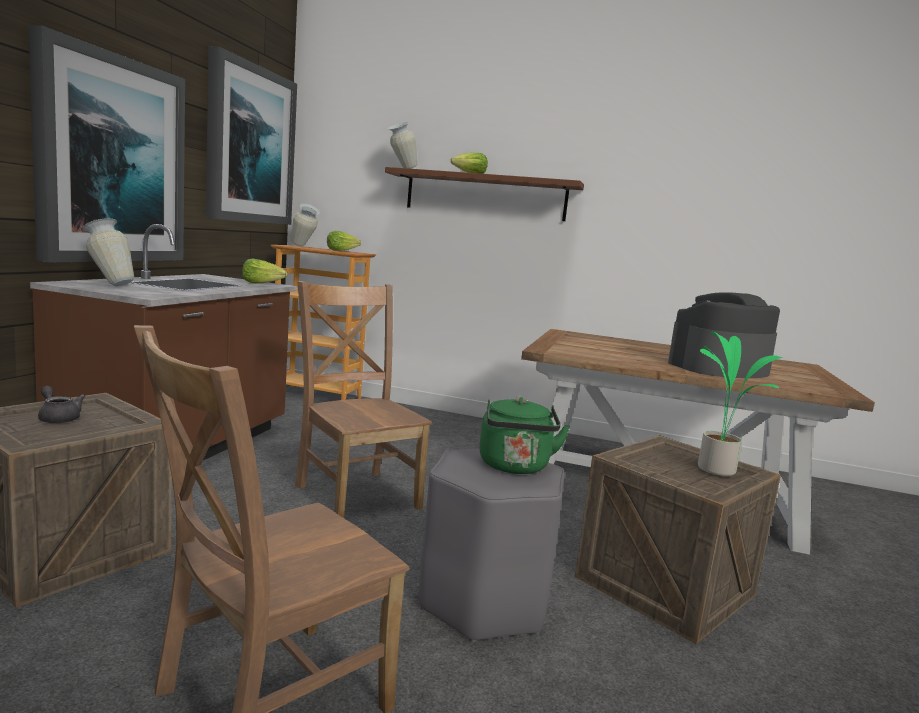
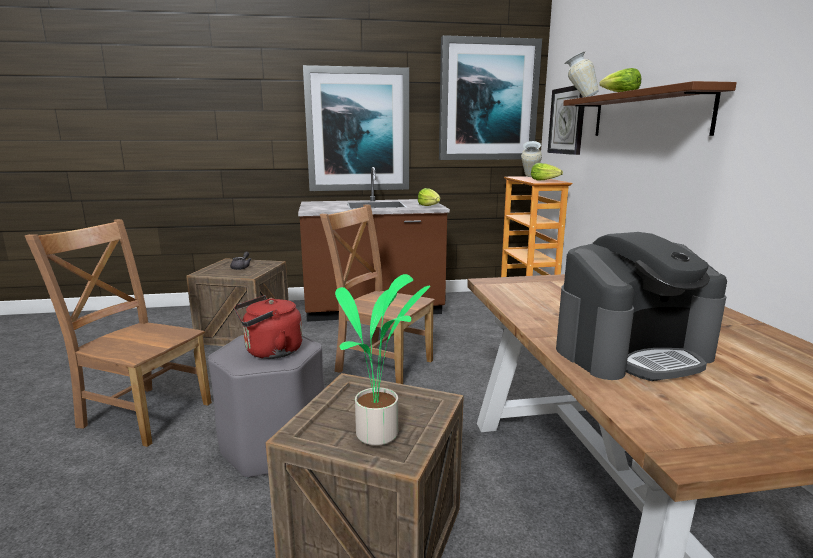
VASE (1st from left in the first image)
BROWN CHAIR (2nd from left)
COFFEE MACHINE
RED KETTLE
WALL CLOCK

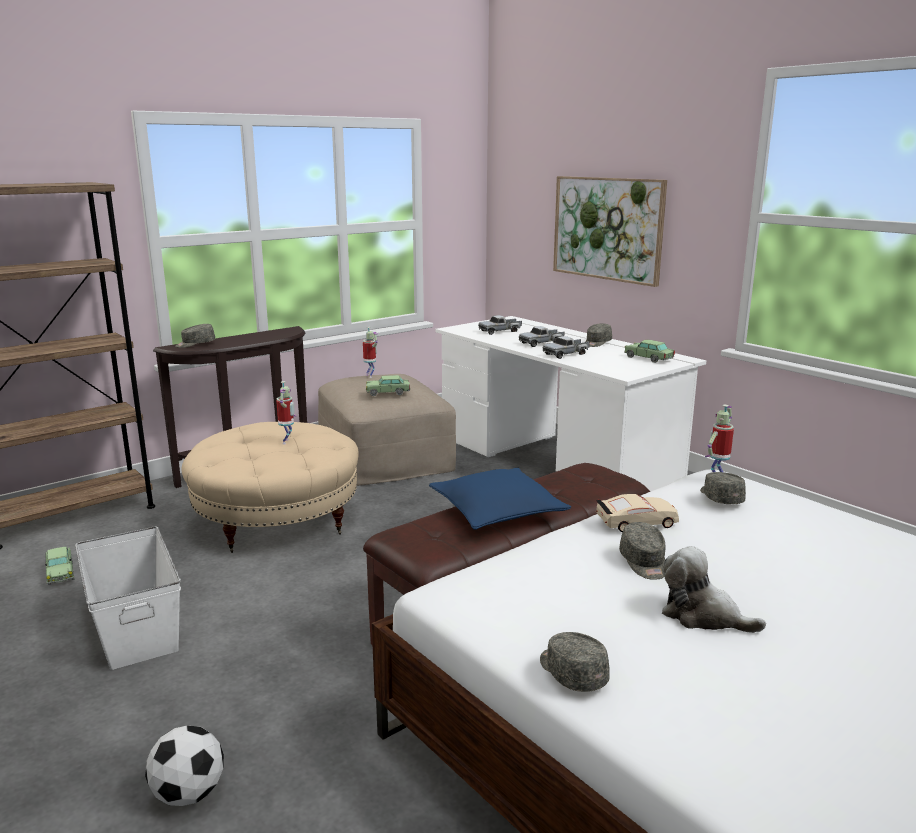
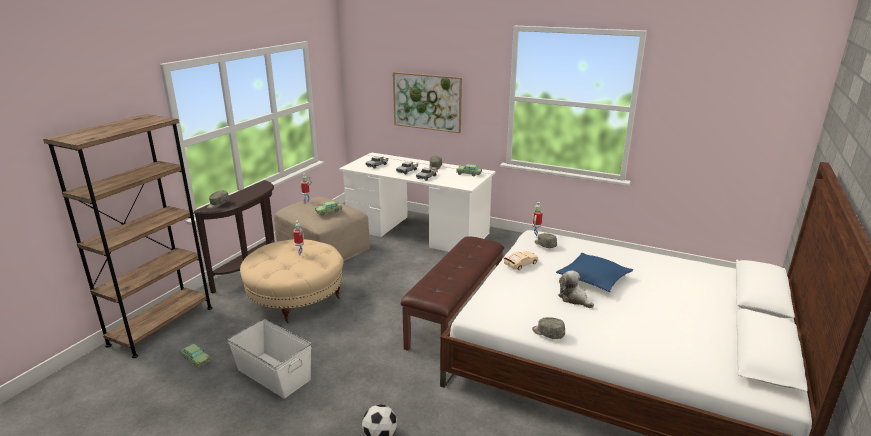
BLUE PILLOW
GREY CAP (4th from left in the first image)
PLUSH TOY

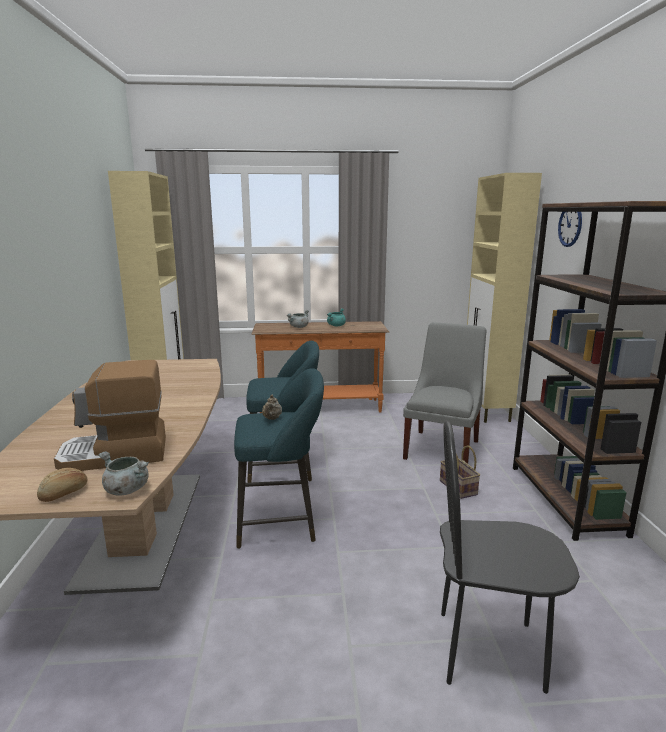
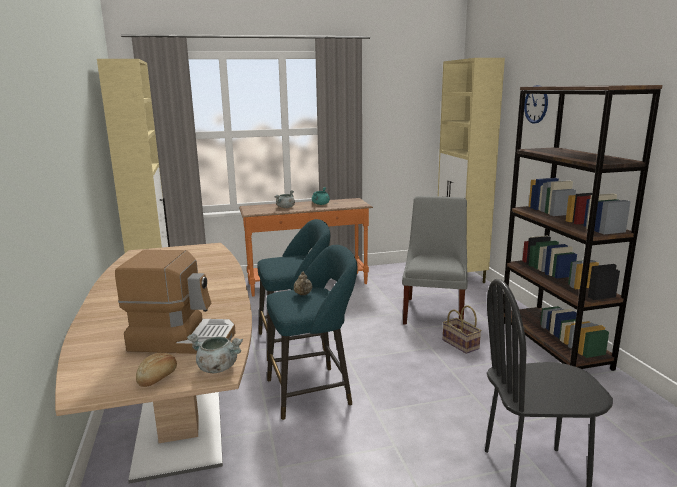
COFFEE MACHINE

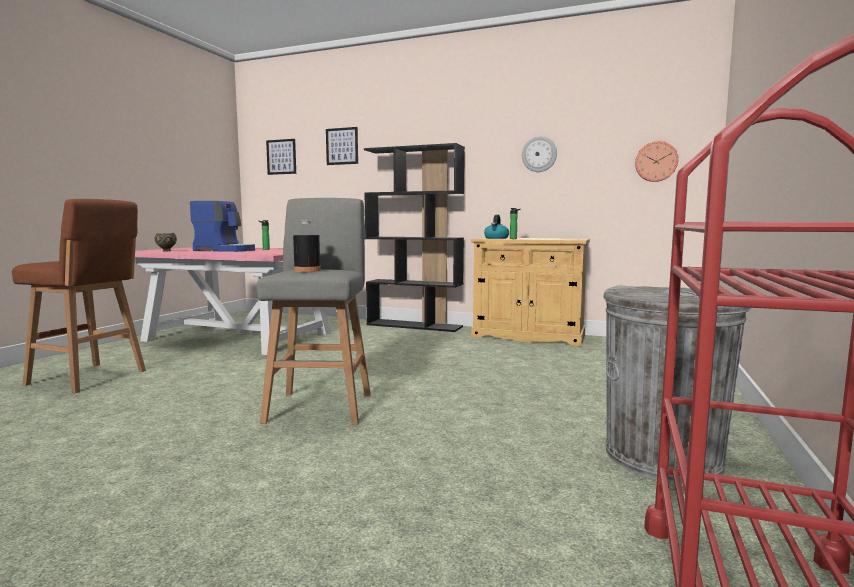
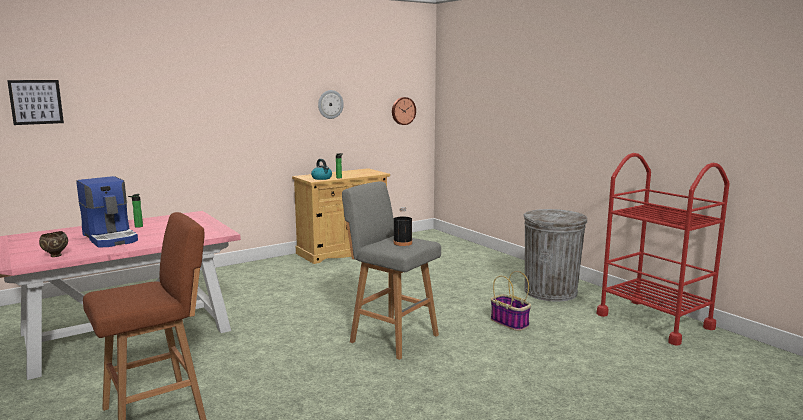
PICTURE (2nd from left in the first image)
BLACK BOOKCASE
COFFEE MACHINE
BASKET

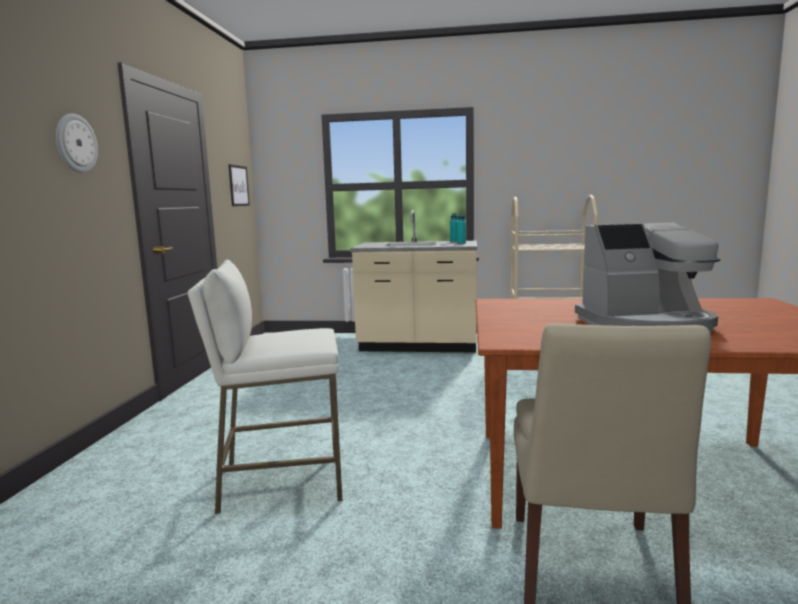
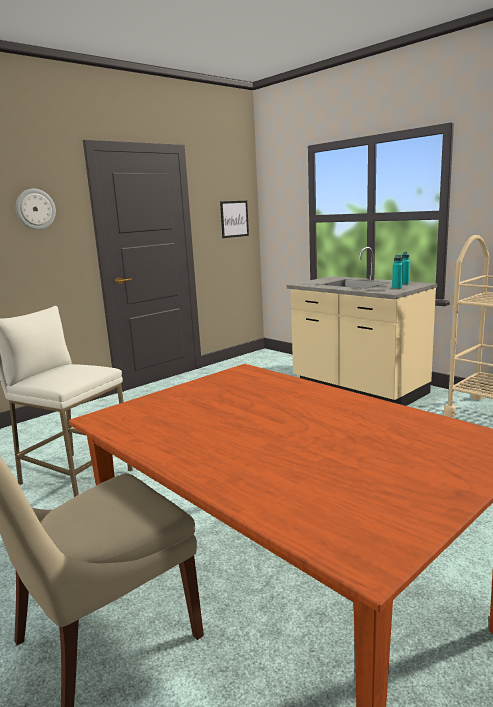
COFFEE MACHINE

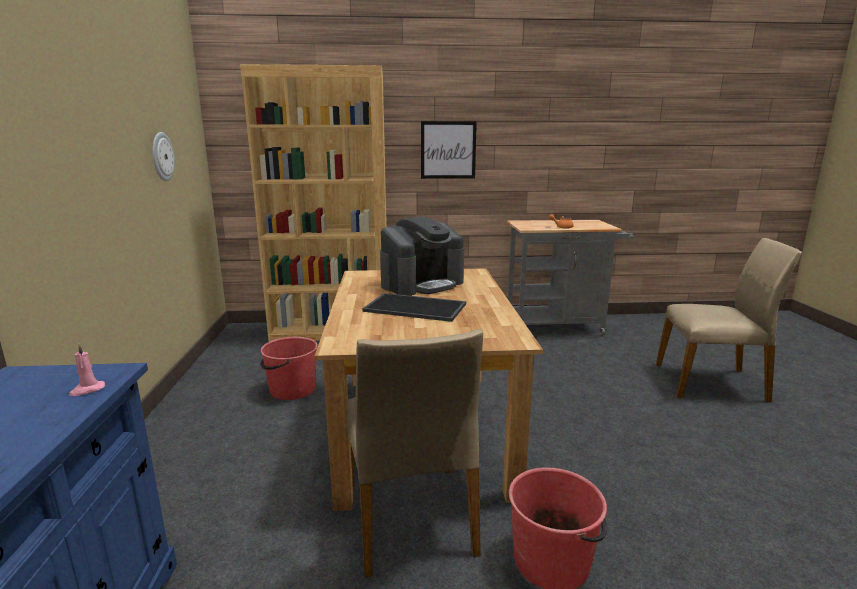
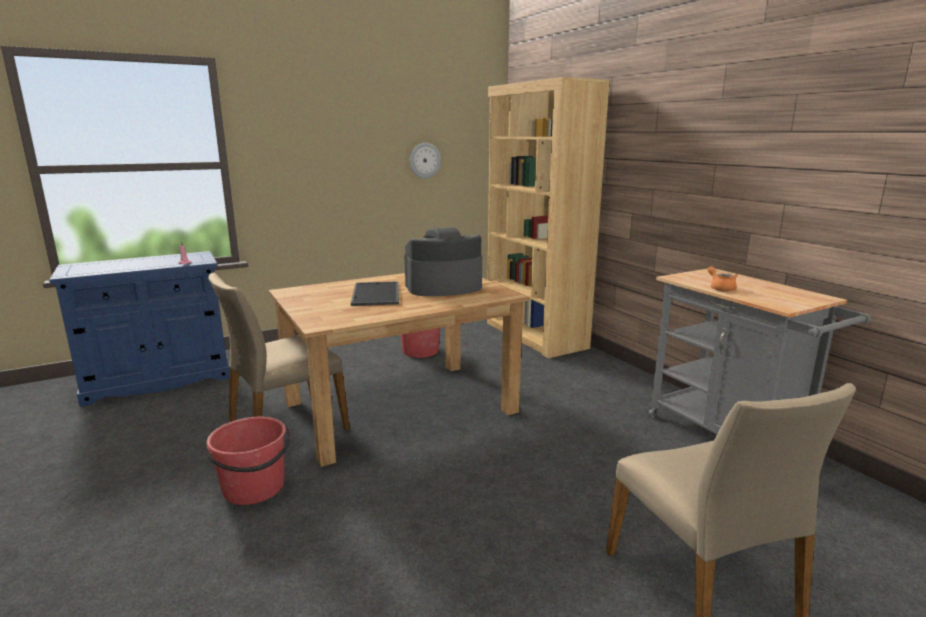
PICTURE
COFFEE MACHINE

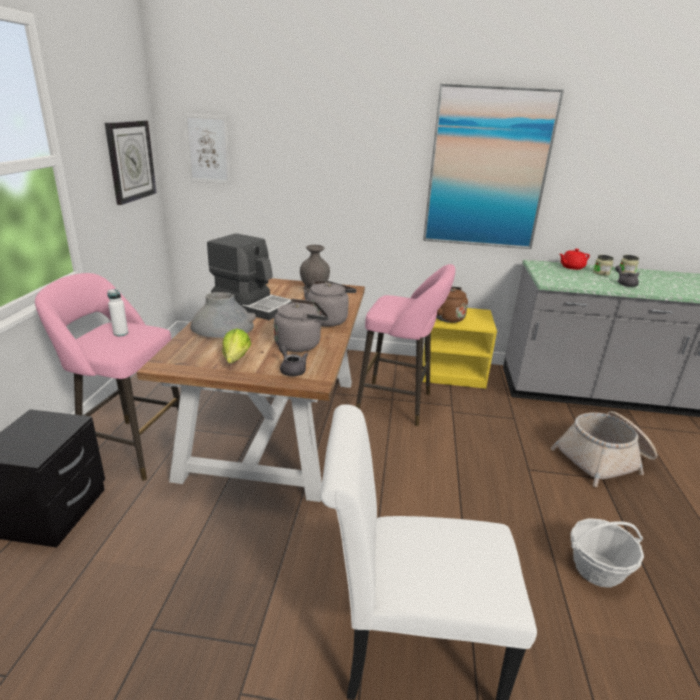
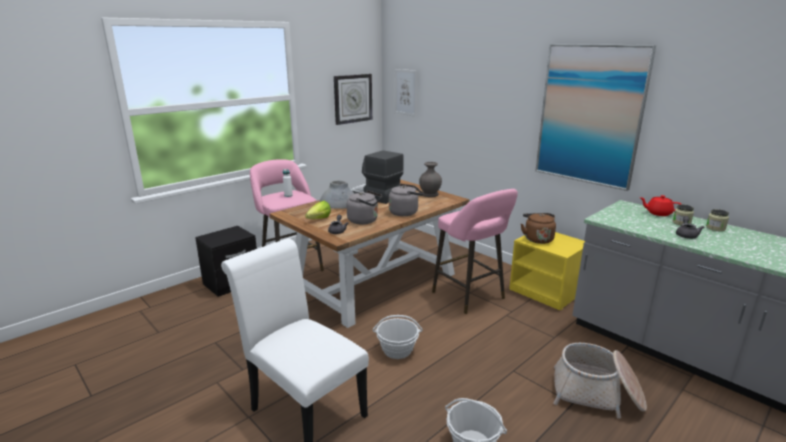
COFFEE MACHINE
BASKET (1st from left)

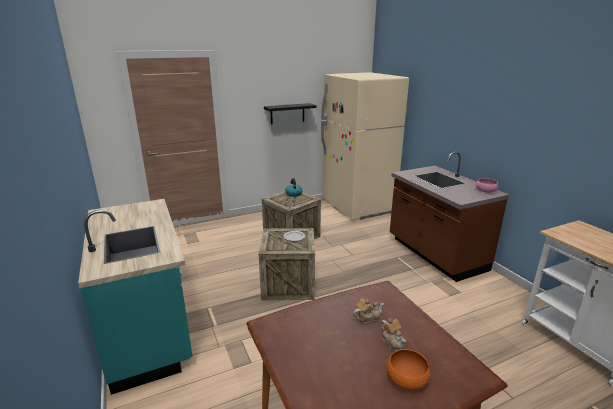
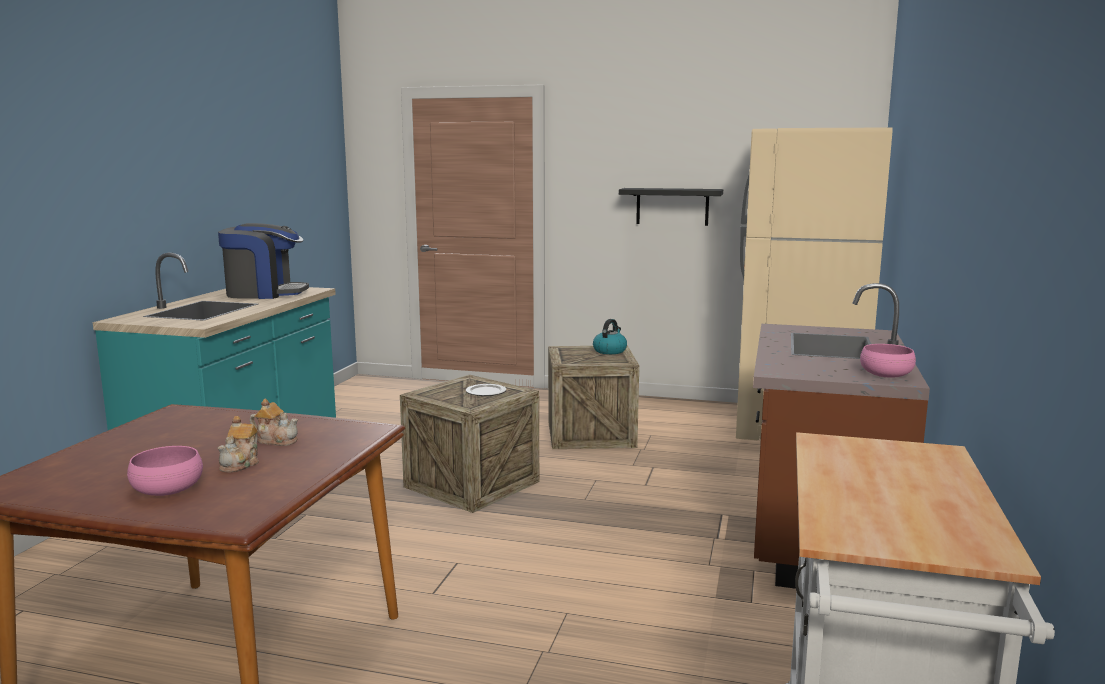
PINK BOWL (1st from left)
COFFEE MACHINE

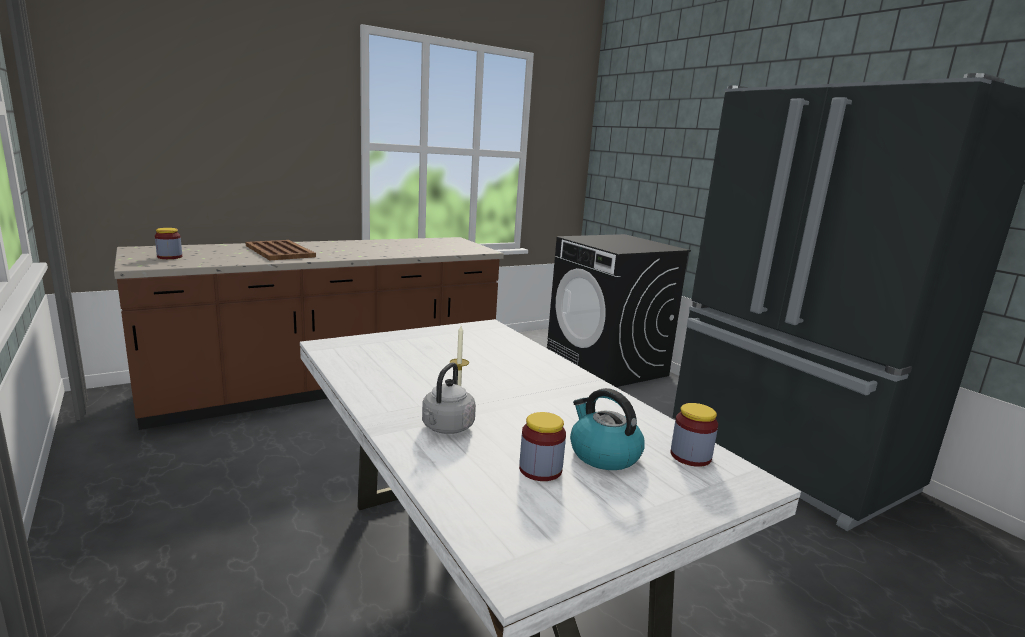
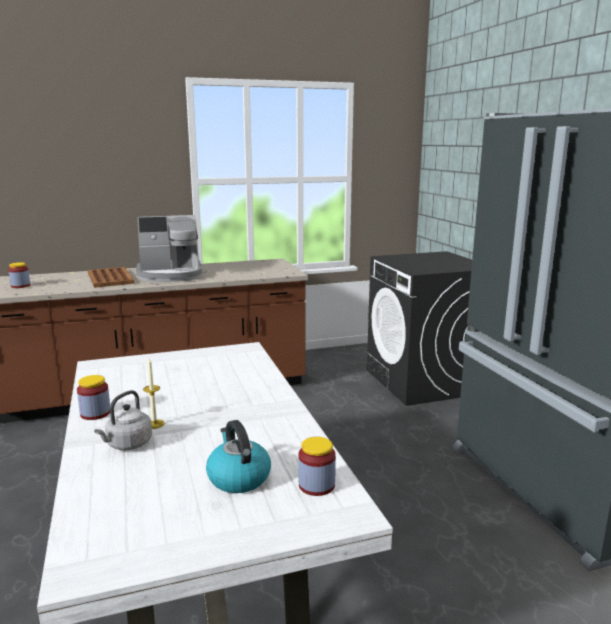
JAR (2nd from left)
COFFEE MACHINE

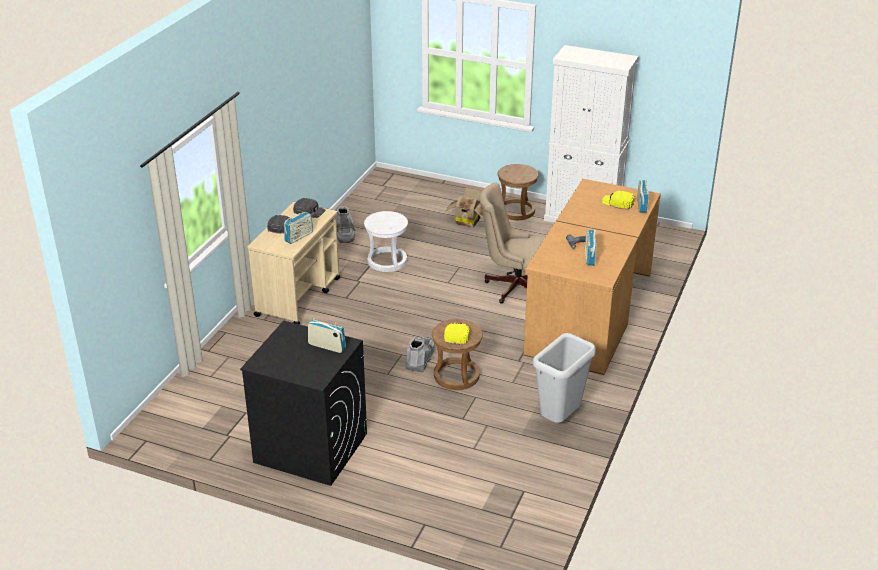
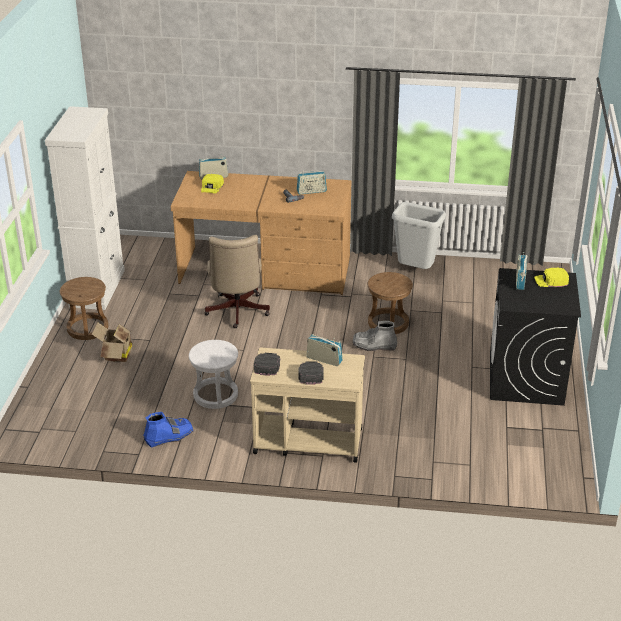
BLUE BOOT
YELLOW CAP (2nd from left)

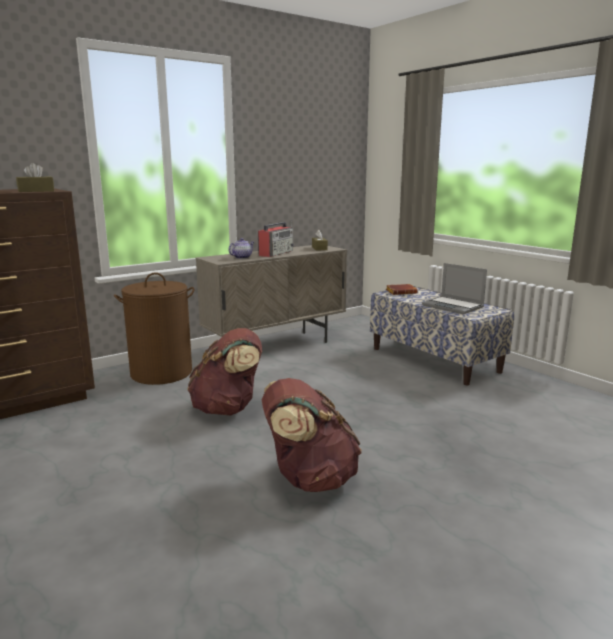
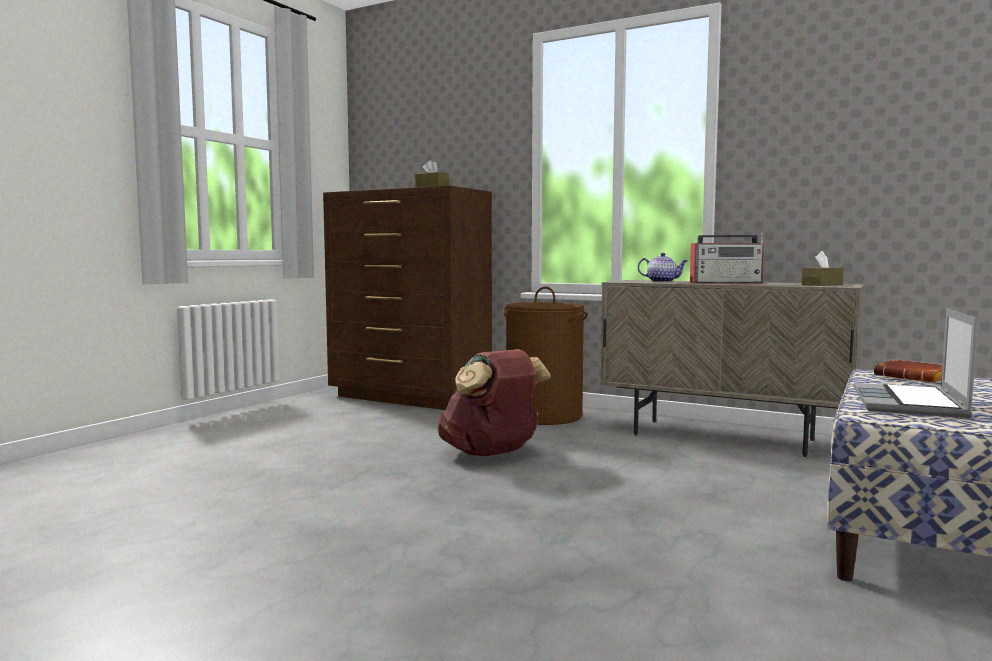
BROWN BACKPACK (2nd from left in the first image)

